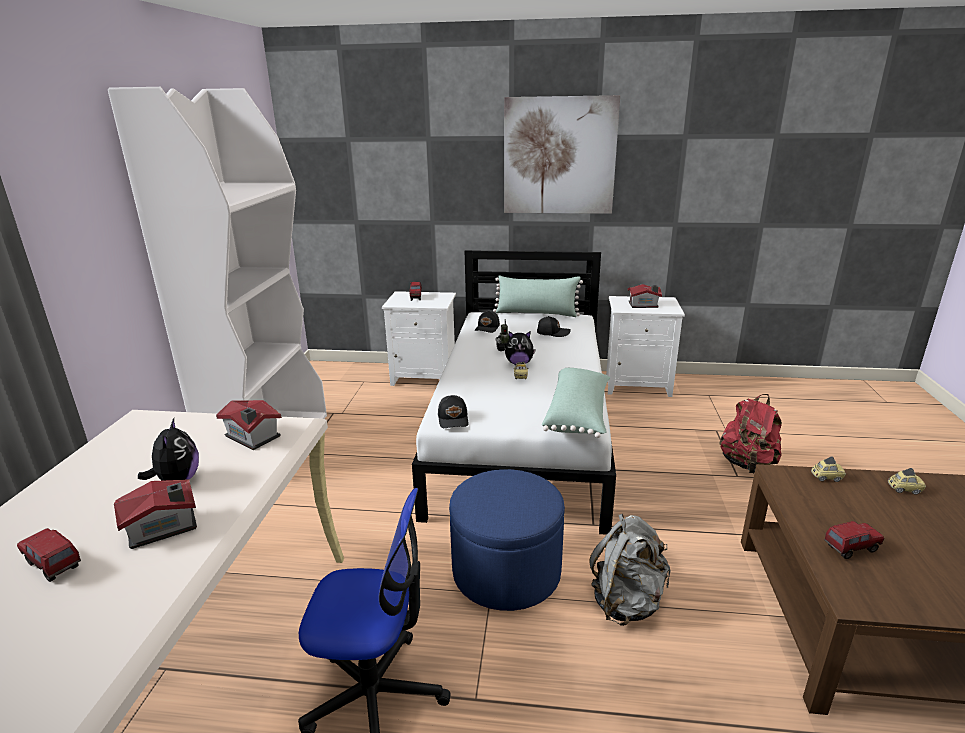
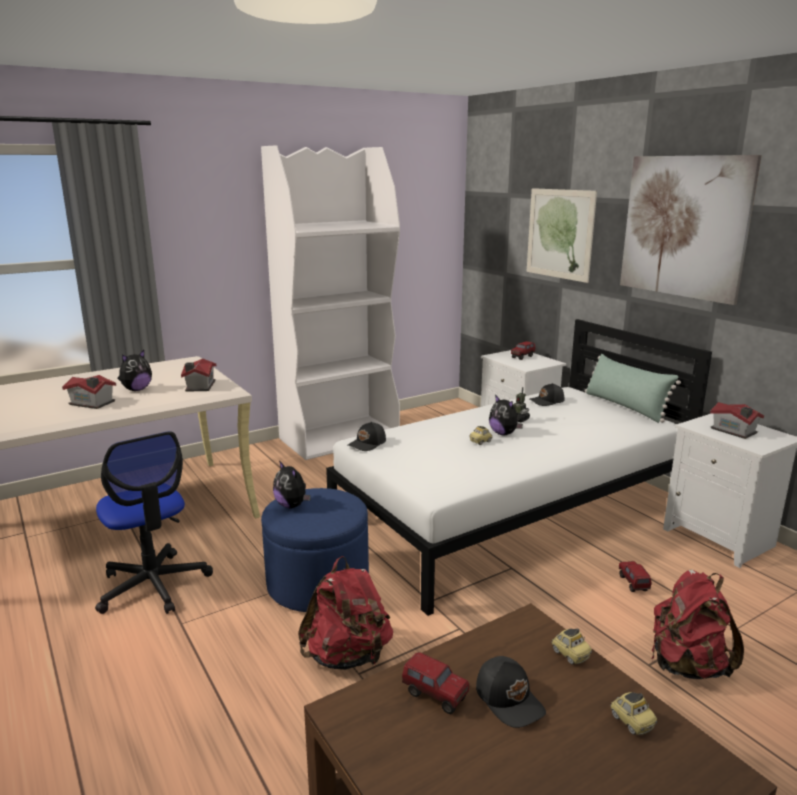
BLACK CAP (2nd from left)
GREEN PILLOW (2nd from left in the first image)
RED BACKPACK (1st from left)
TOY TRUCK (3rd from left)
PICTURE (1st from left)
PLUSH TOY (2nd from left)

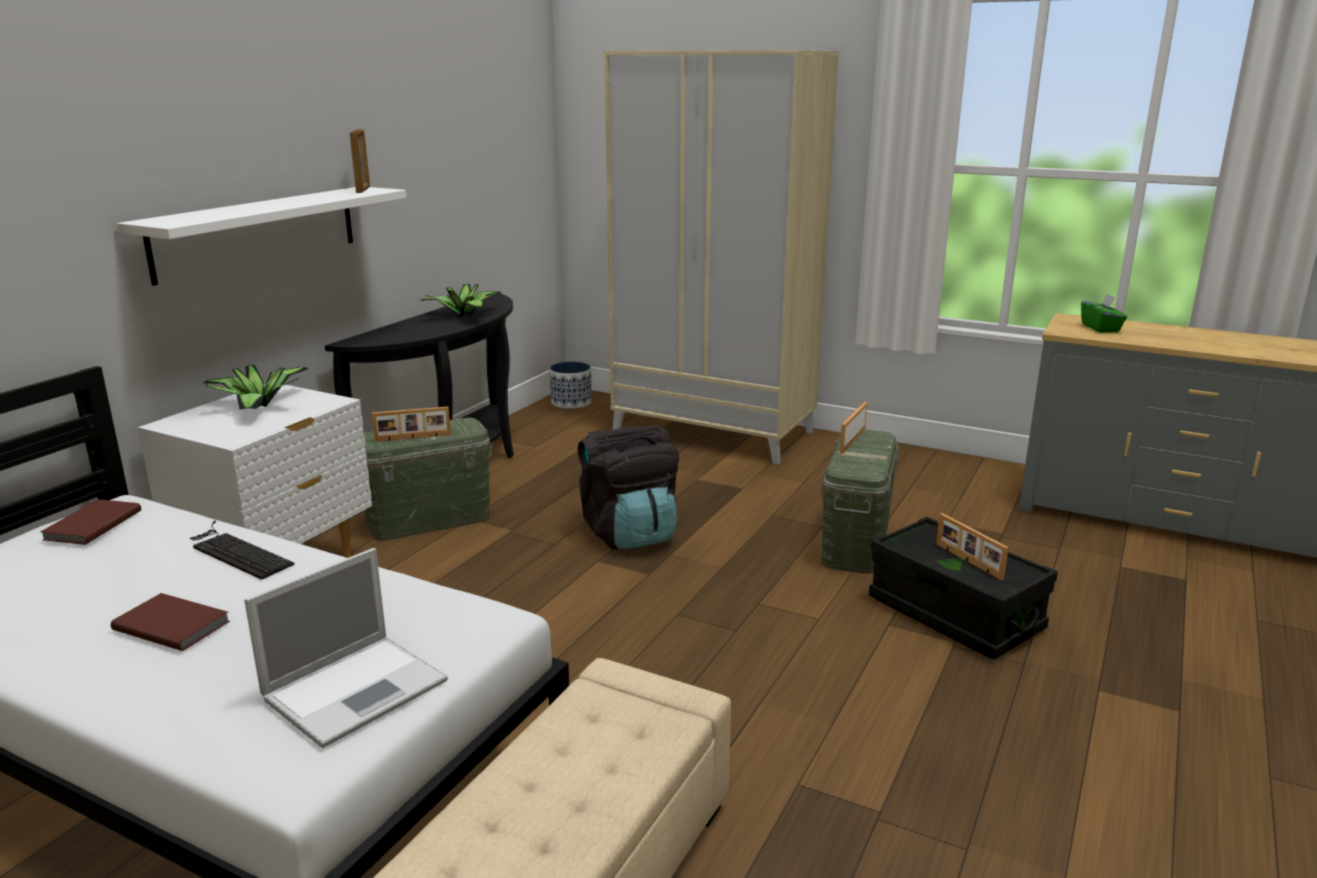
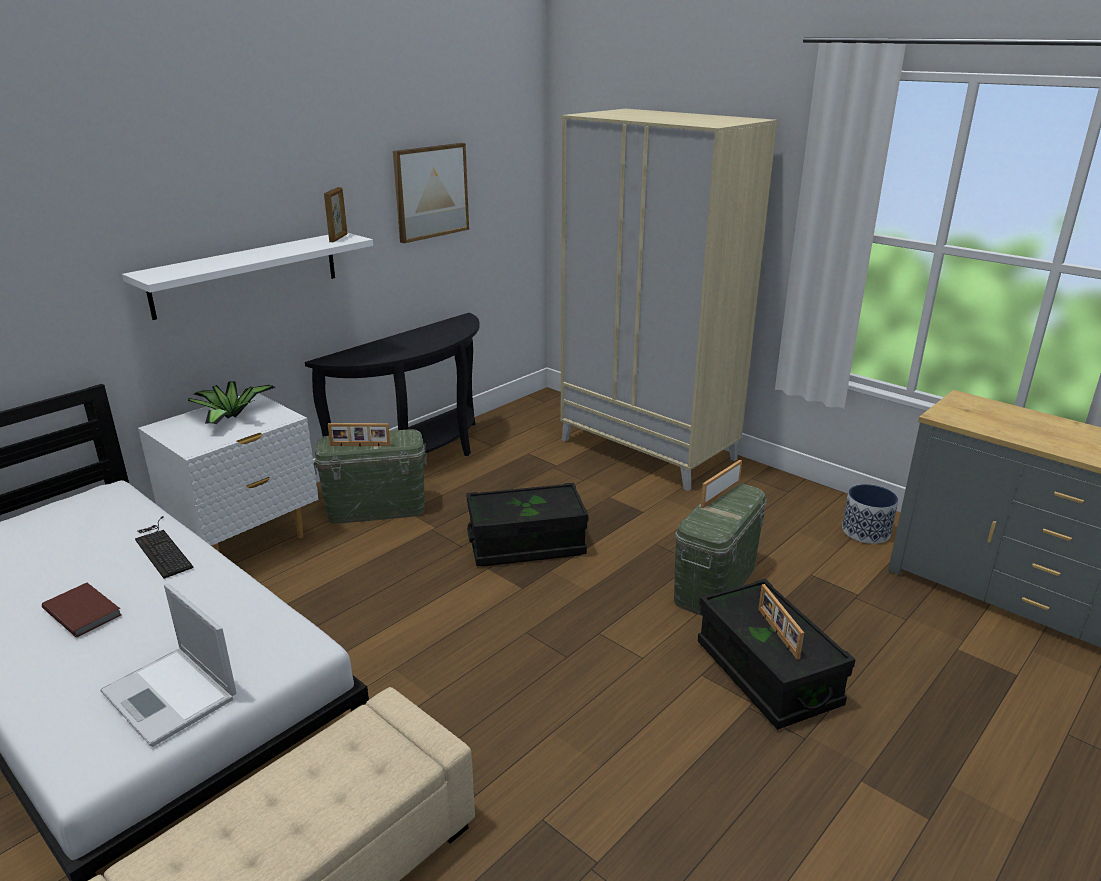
POTTED PLANT (2nd from left in the first image)
GREEN TISSUE BOX
PLANTER
BLACK STORAGE BOX (1st from left)
BROWN BOOK (1st from left in the first image)
LAPTOP
PICTURE

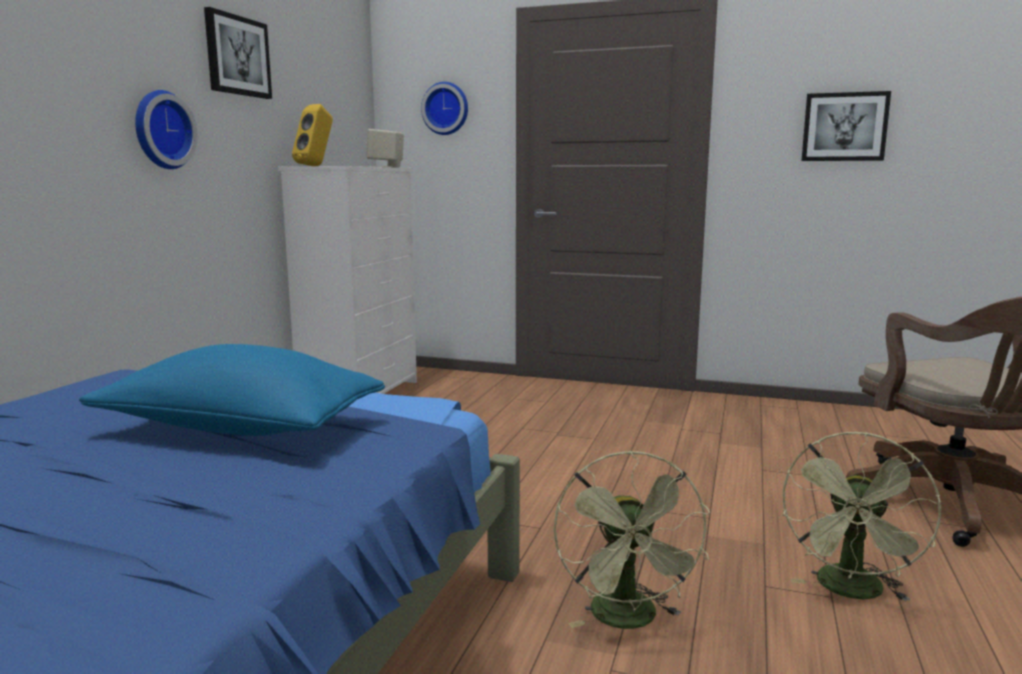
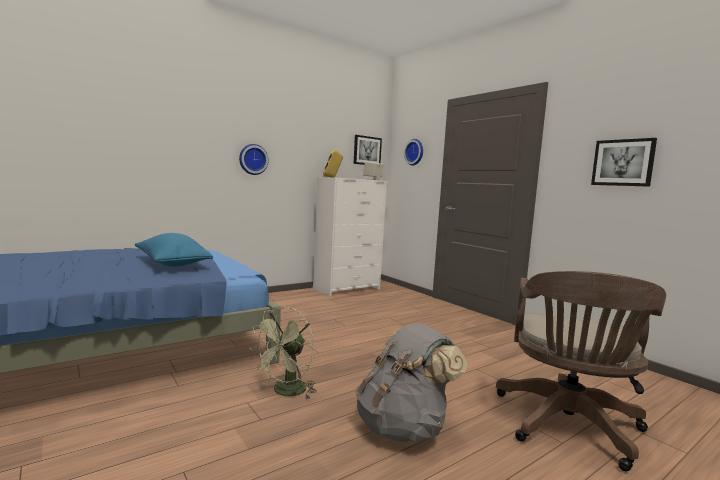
PICTURE (1st from left)
GREY BACKPACK

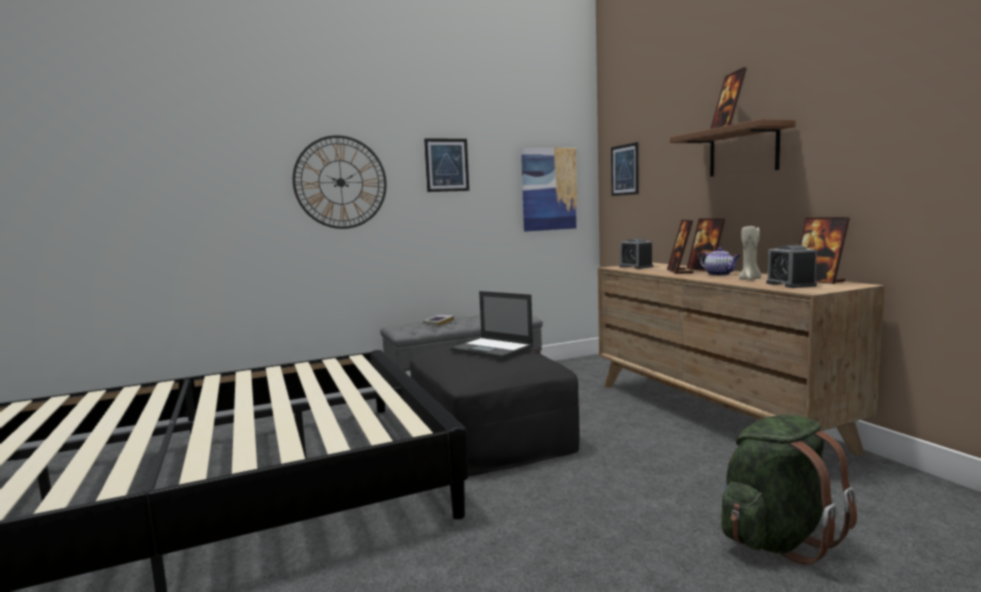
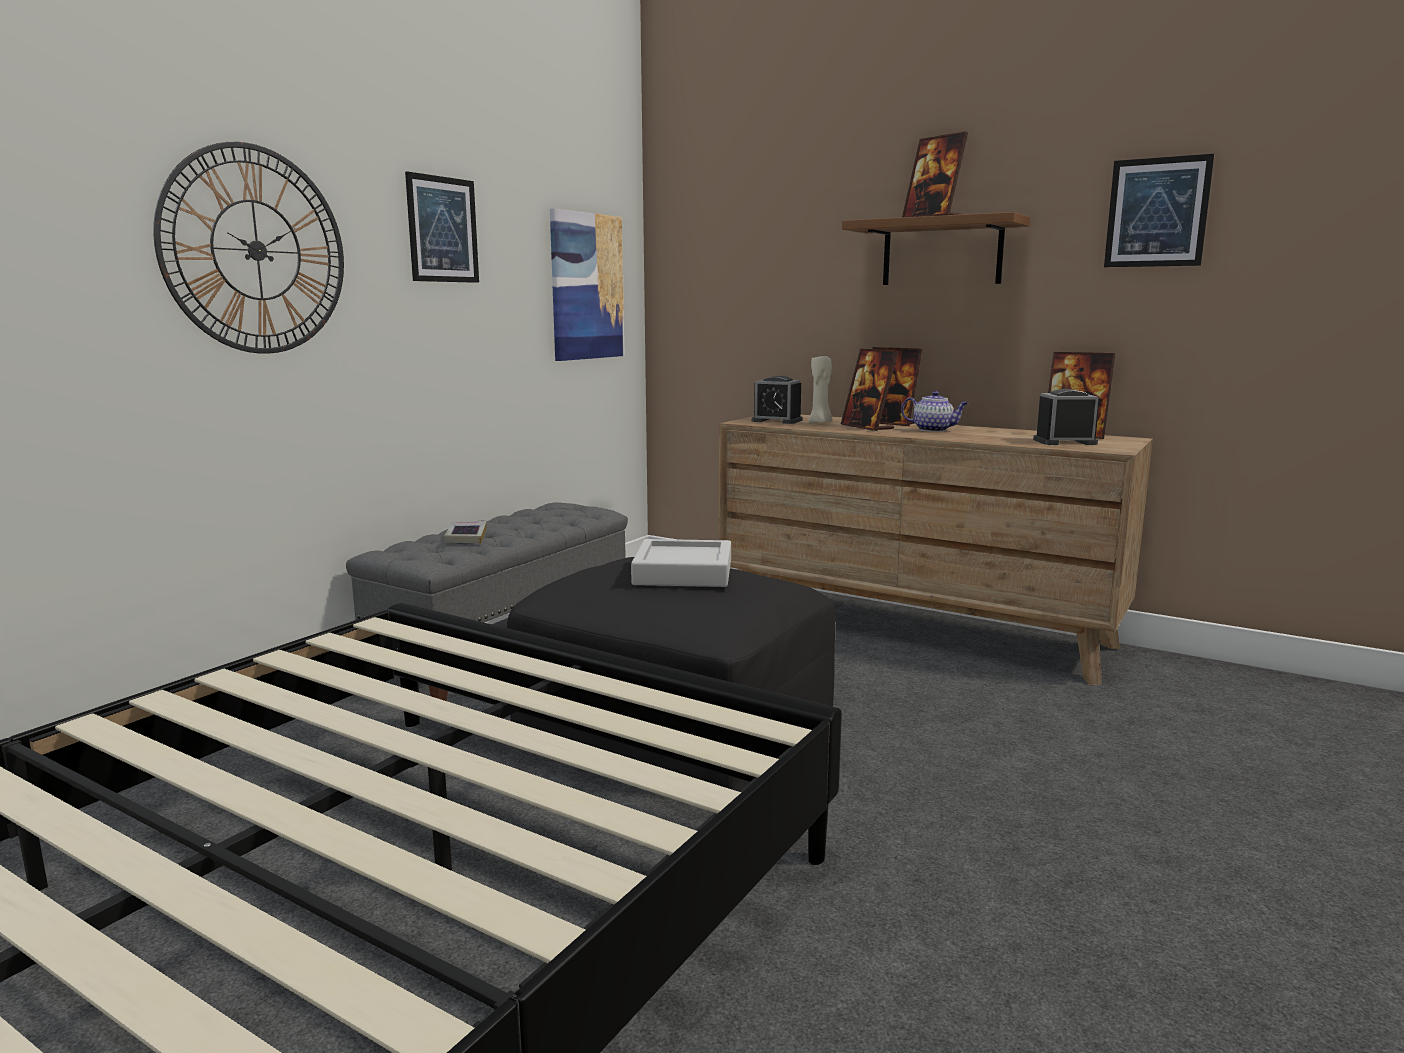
PICTURE (3rd from left)
BEIGE CANDLE
ALARM CLOCK (2nd from left)
GREY TRAY
GREEN BACKPACK

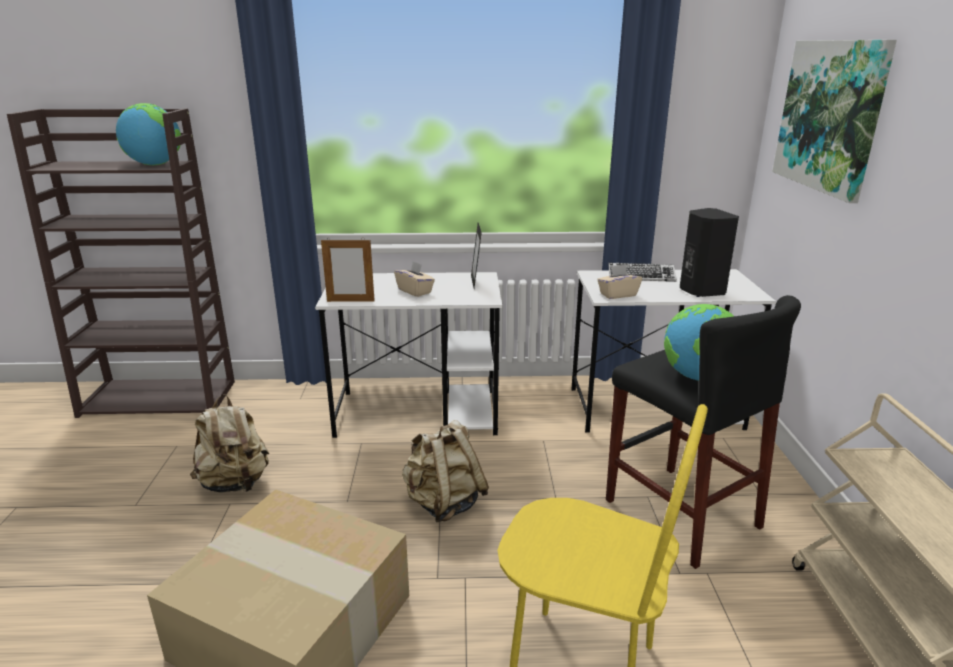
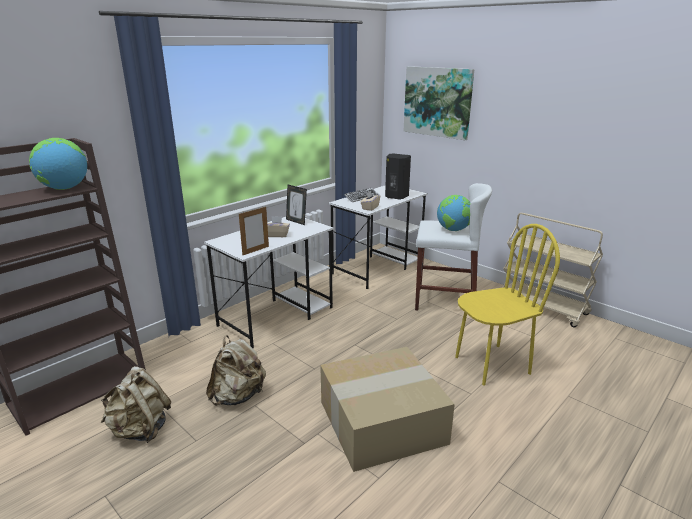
WHITE STOOL
BEIGE BACKPACK (1st from left)

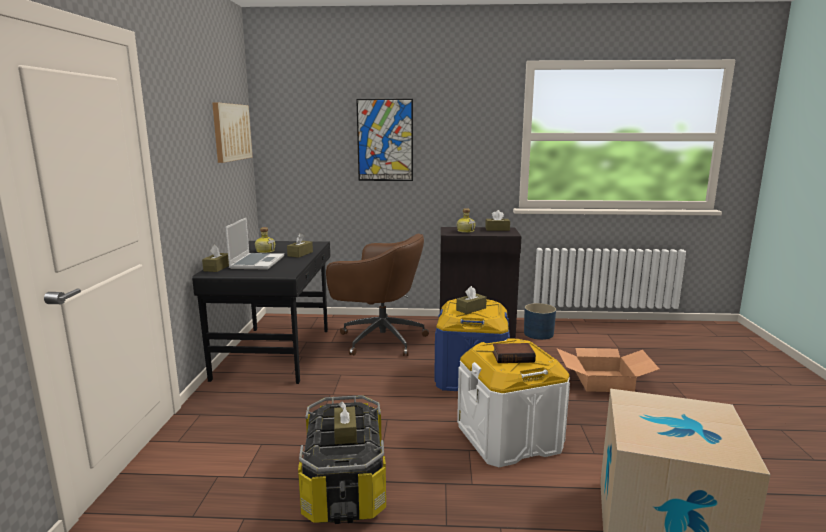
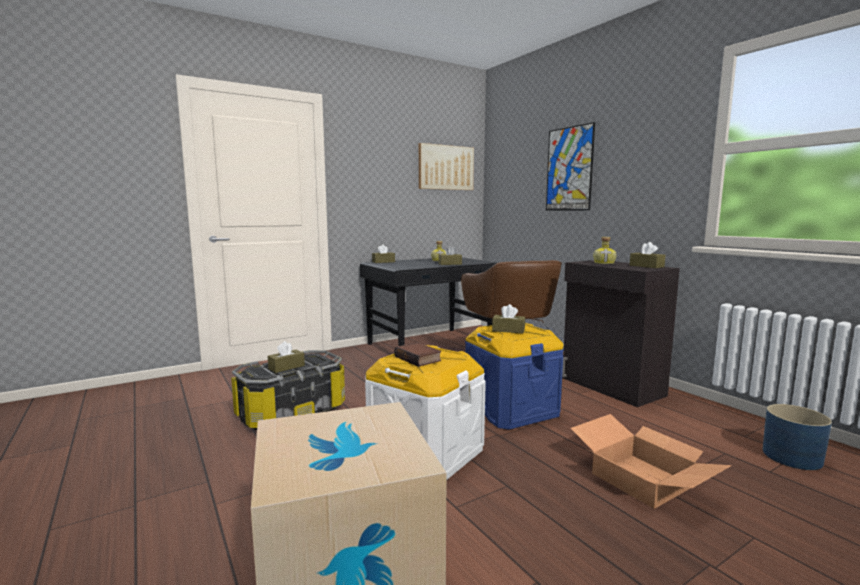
LAPTOP
BLUE PLANTER

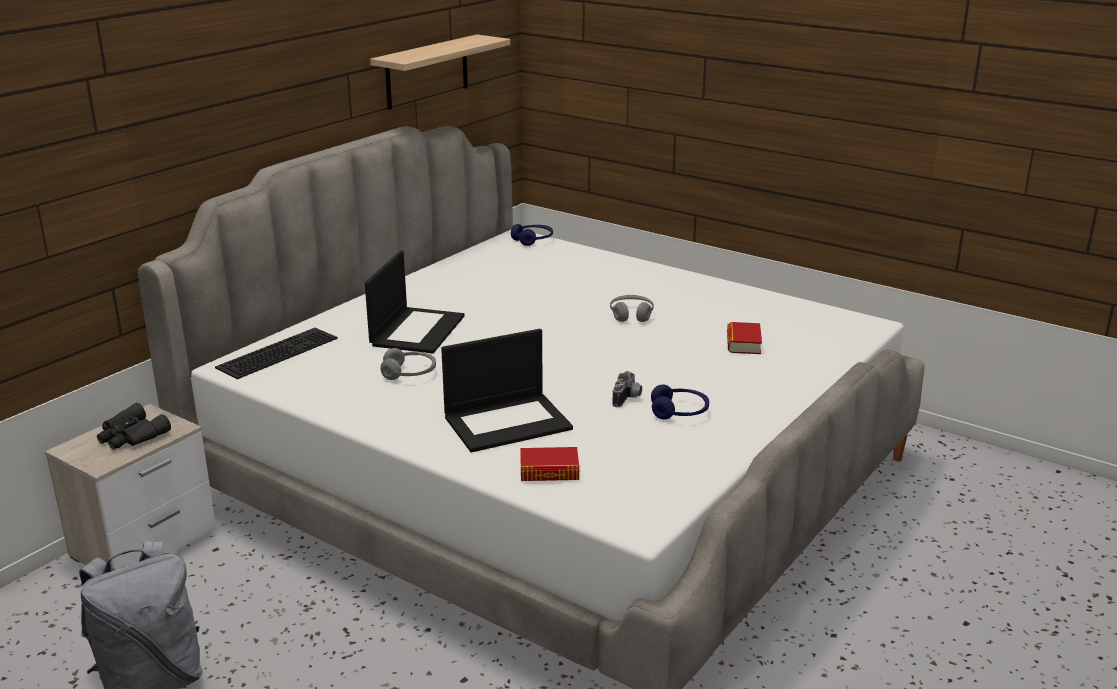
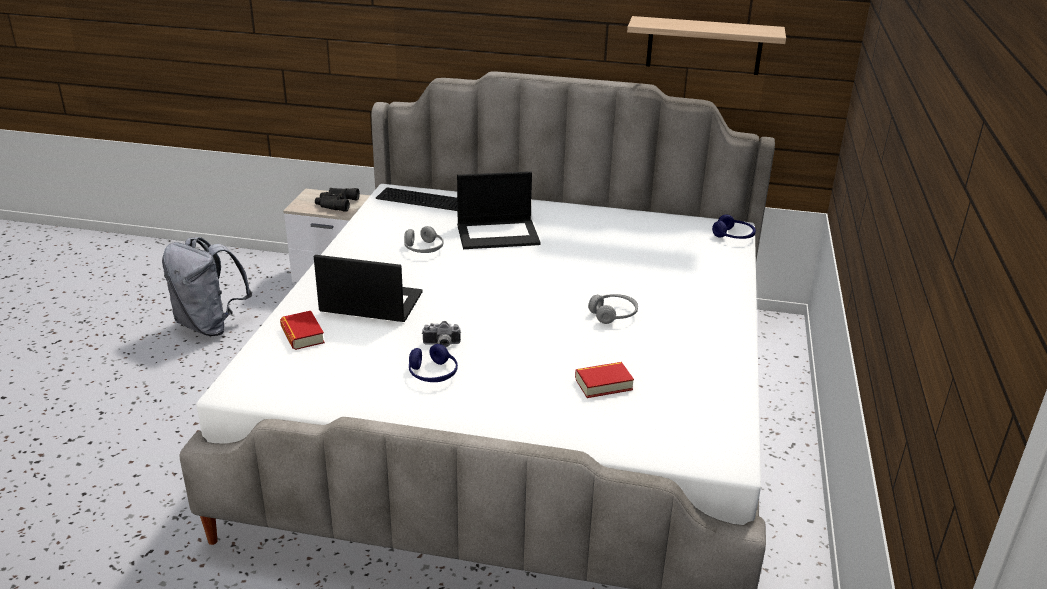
LAPTOP (1st from left)

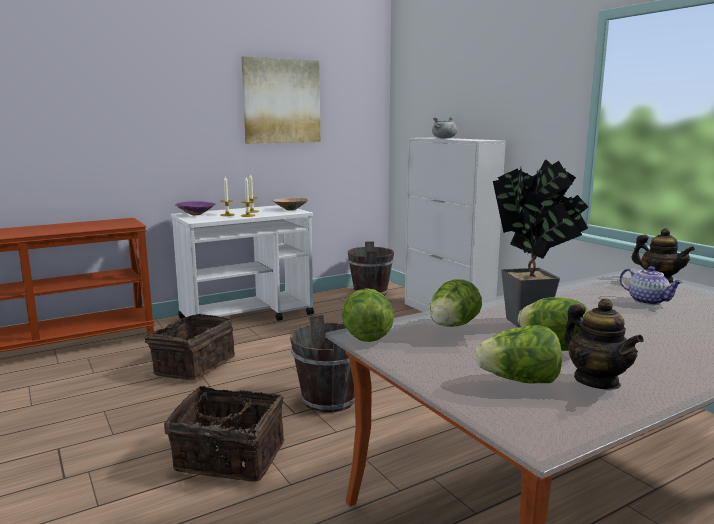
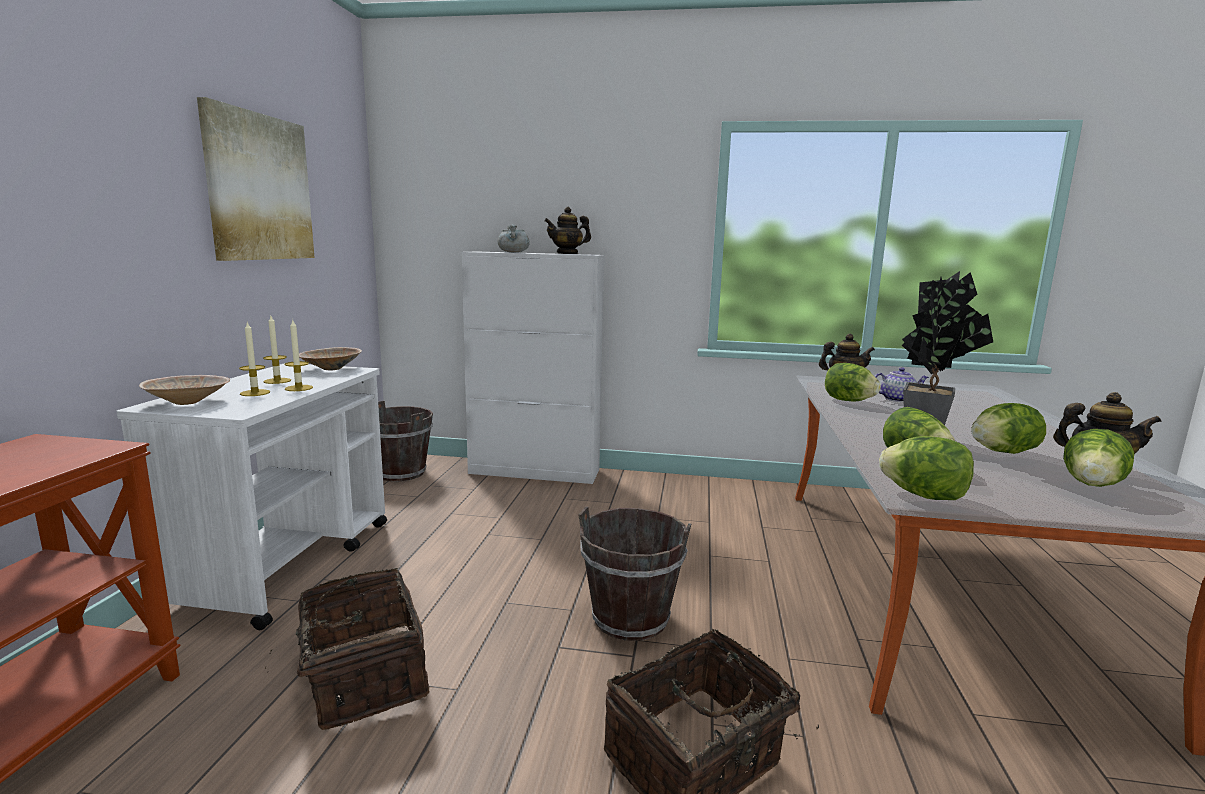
BEIGE BOWL (1st from left)
TEAPOT (1st from left)
LETTUCE (1st from left)

